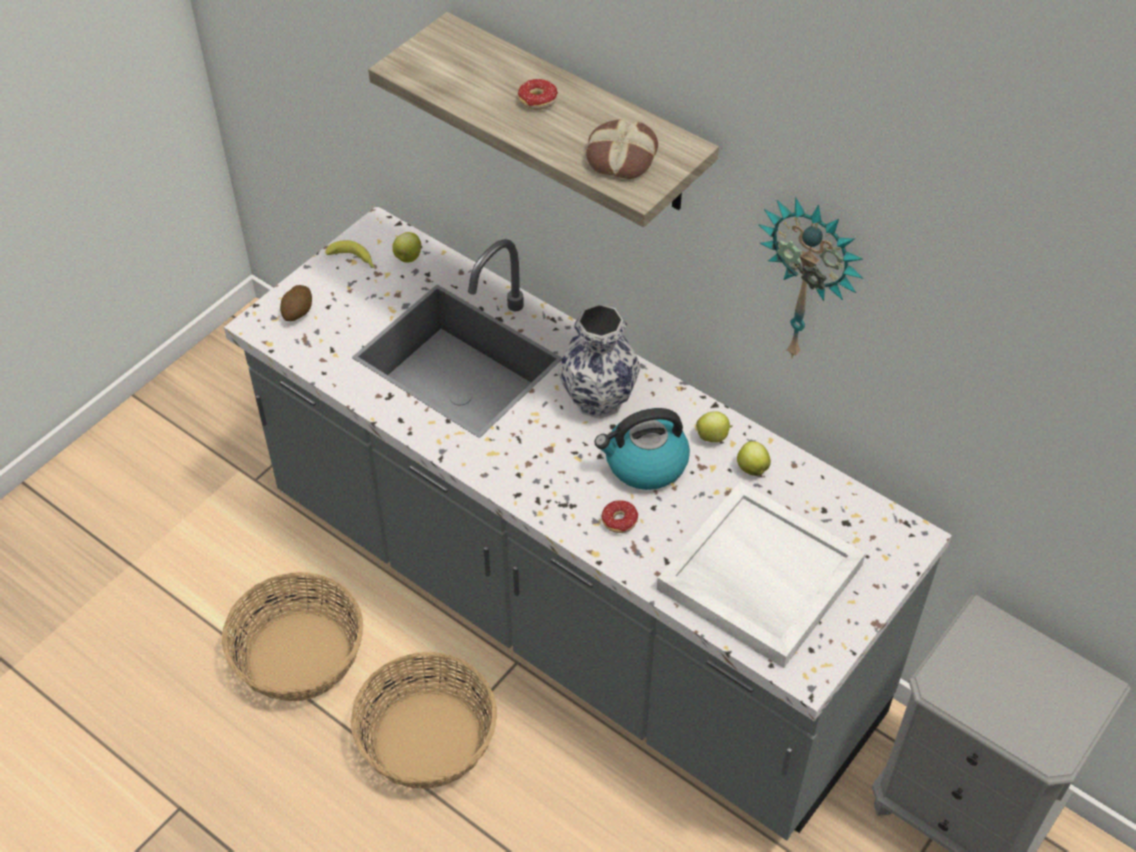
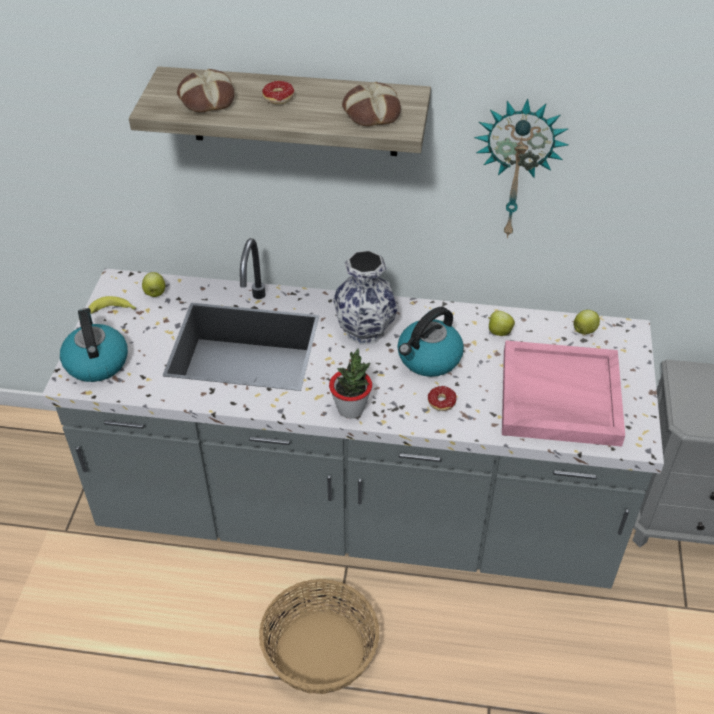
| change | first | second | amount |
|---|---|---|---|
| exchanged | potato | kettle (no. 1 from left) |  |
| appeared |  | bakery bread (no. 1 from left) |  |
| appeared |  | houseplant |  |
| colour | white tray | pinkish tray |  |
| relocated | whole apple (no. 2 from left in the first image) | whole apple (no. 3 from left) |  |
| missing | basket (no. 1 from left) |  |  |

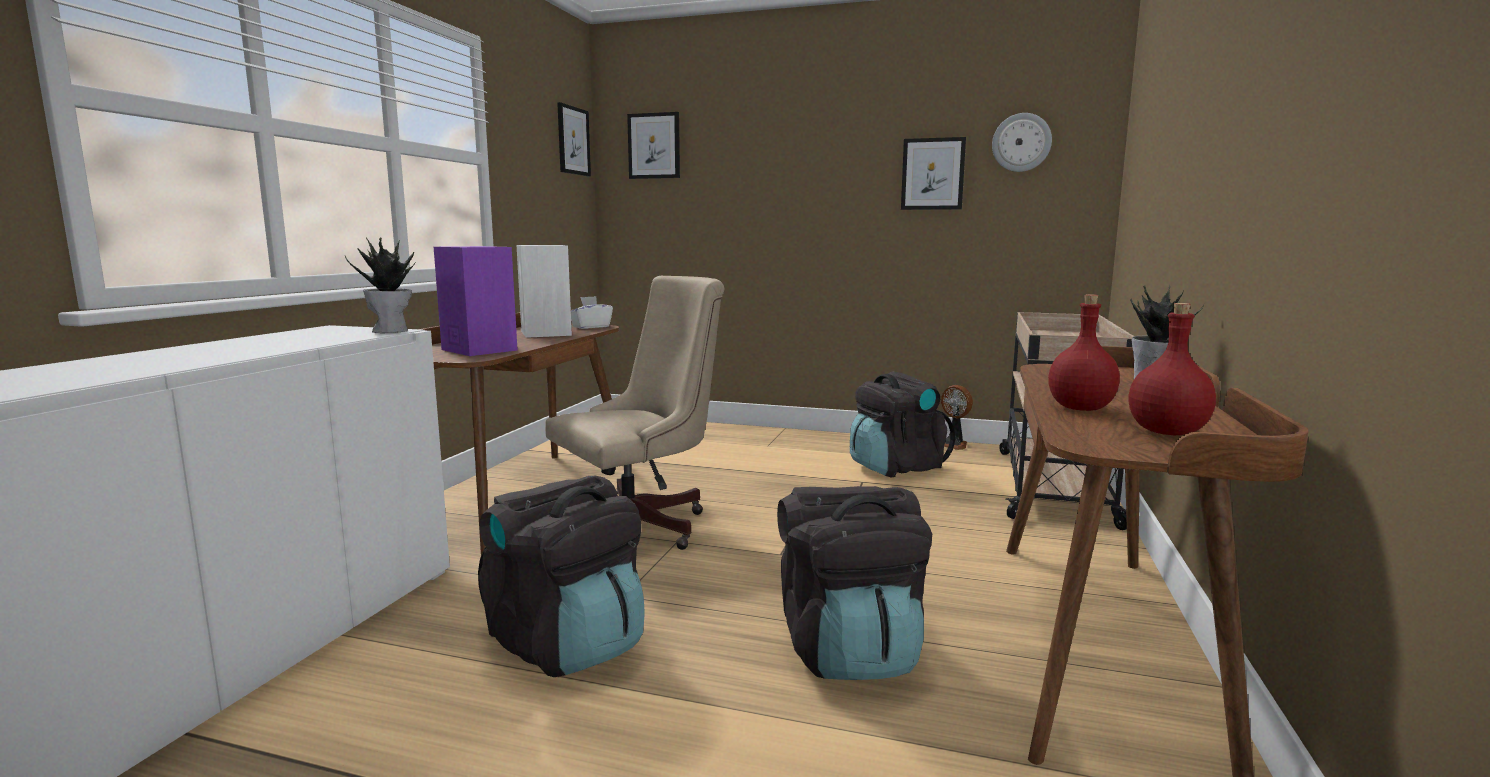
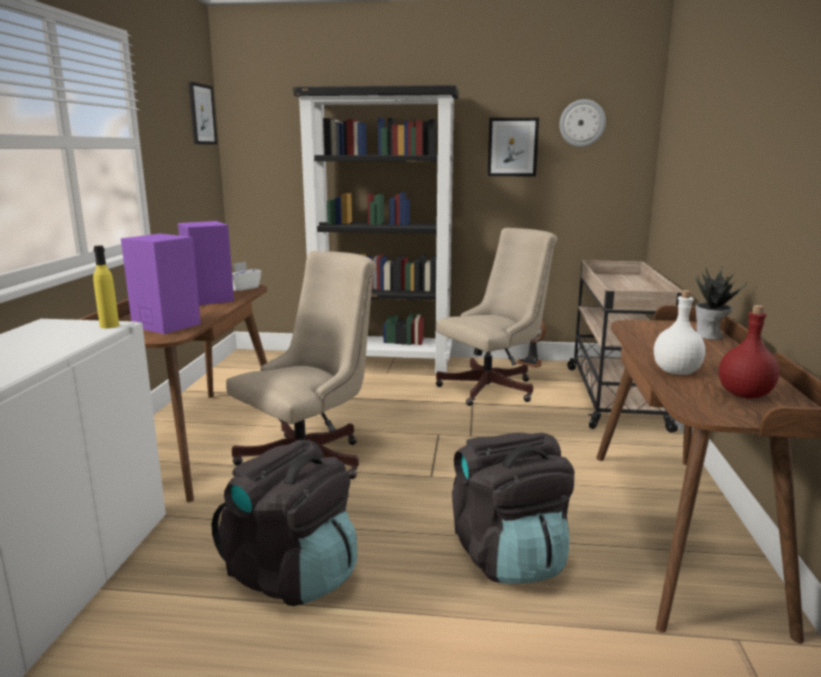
| change | first | second | amount |
|---|---|---|---|
| exchanged | houseplant (no. 1 from left) | yellowish drink bottle |  |
| colour | white audio speaker | purple-coloured audio speaker (no. 2 from left) |  |
| appeared |  | black shelving unit |  |
| exchanged | black backpack (no. 3 from left) | beige-coloured computer chair (no. 2 from left) |  |
| colour | reddish drink bottle (no. 1 from left) | white drink bottle |  |
| missing | wall picture (no. 2 from left) |  |  |

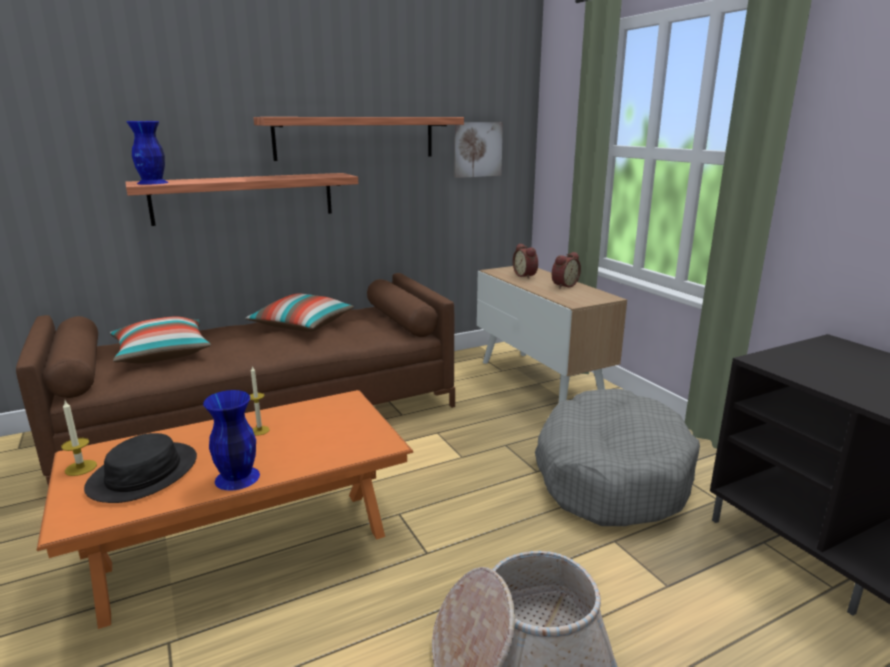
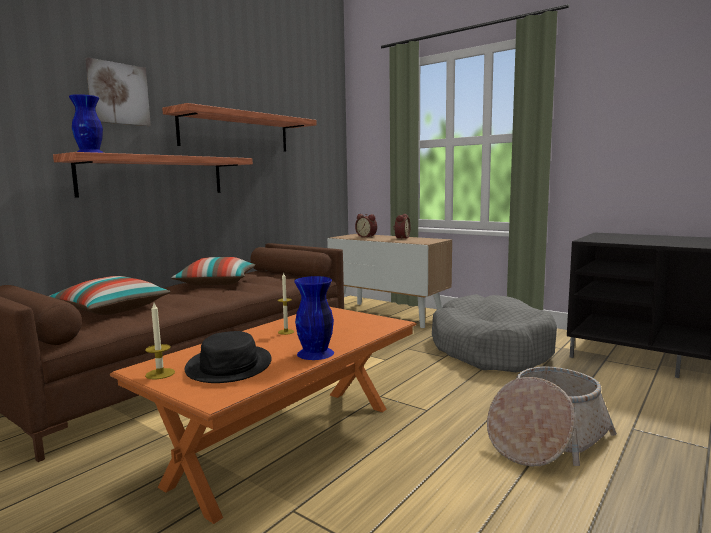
| change | first | second | amount |
|---|---|---|---|
| relocated | wall picture |  |  |

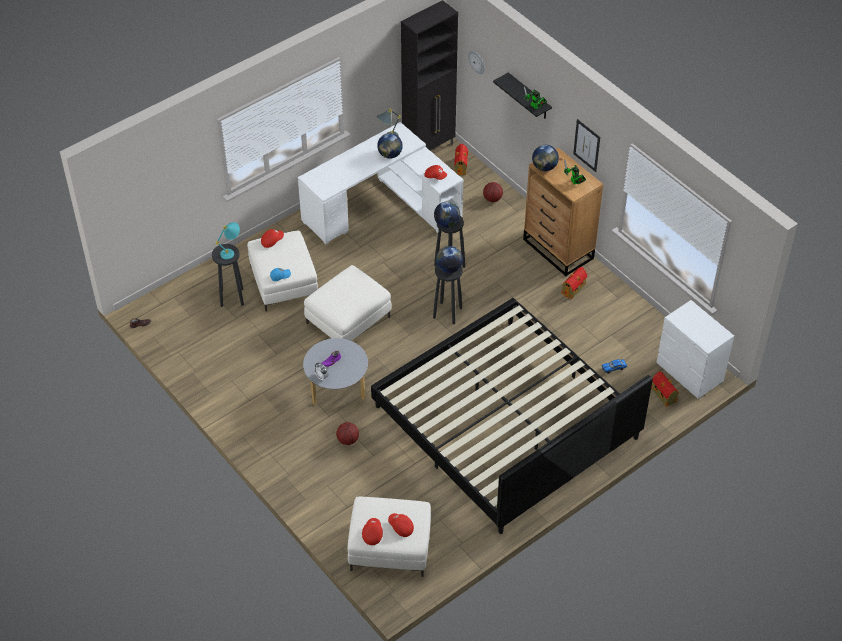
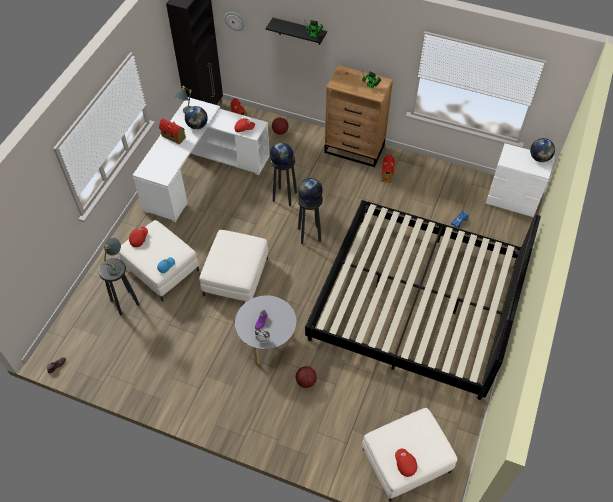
| change | first | second | amount |
|---|---|---|---|
| colour | turquoise-coloured tabletop lamp | grey tabletop lamp (no. 1 from left) |  |
| relocated | toy house (no. 3 from left in the first image) | toy house (no. 1 from left) |  |
| relocated | desk globe (no. 4 from left) |  |  |
| missing | reddish cap (no. 3 from left) |  |  |
| missing | wall picture |  |  |

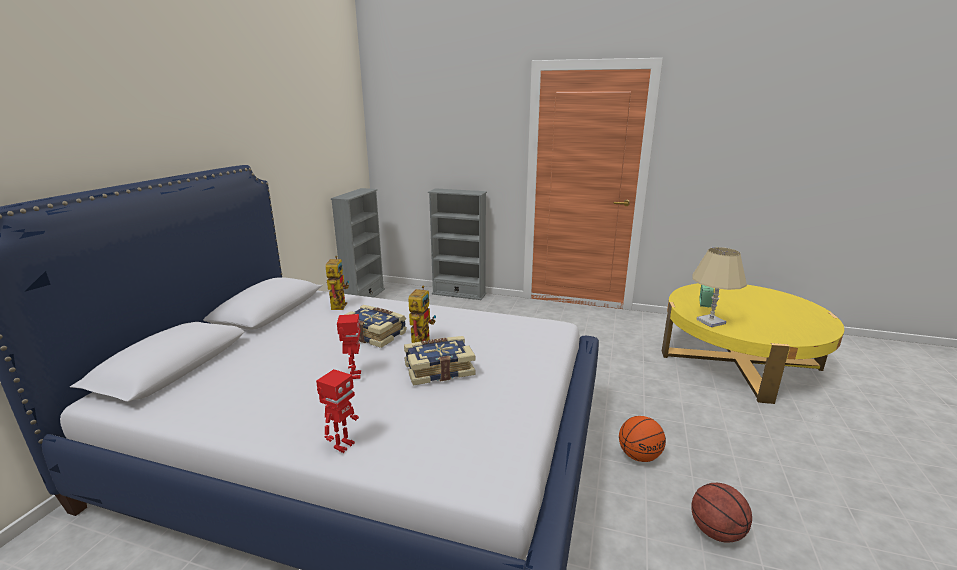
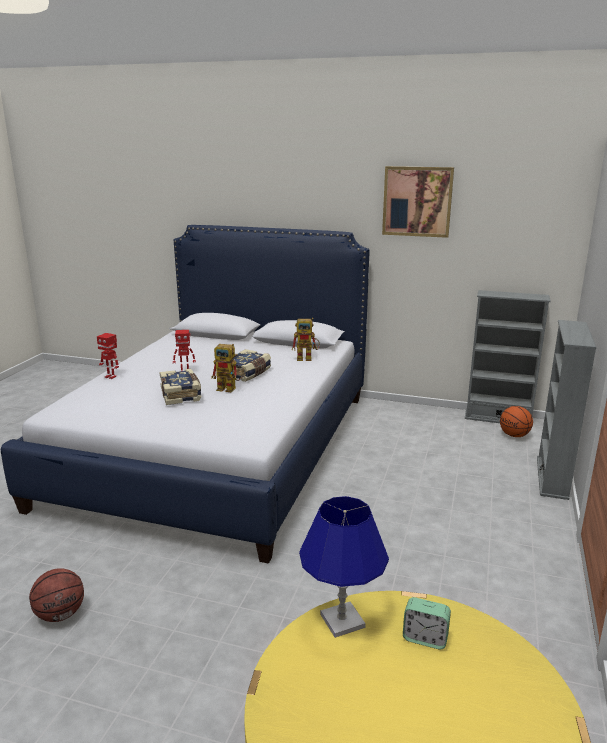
| change | first | second | amount |
|---|---|---|---|
| colour | beige-coloured tabletop lamp | blue-coloured tabletop lamp |  |
| appeared |  | wall picture |  |
| relocated | basketball ball (no. 1 from left in the first image) | basketball ball (no. 2 from left) |  |

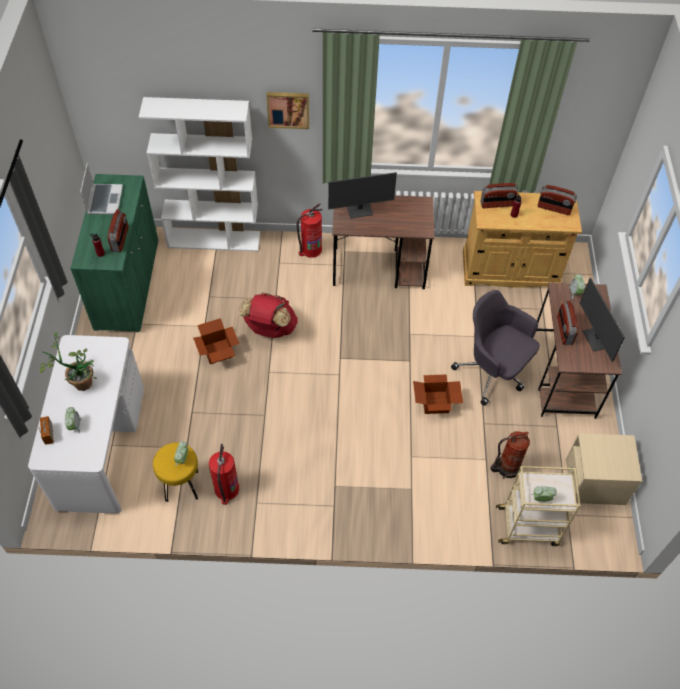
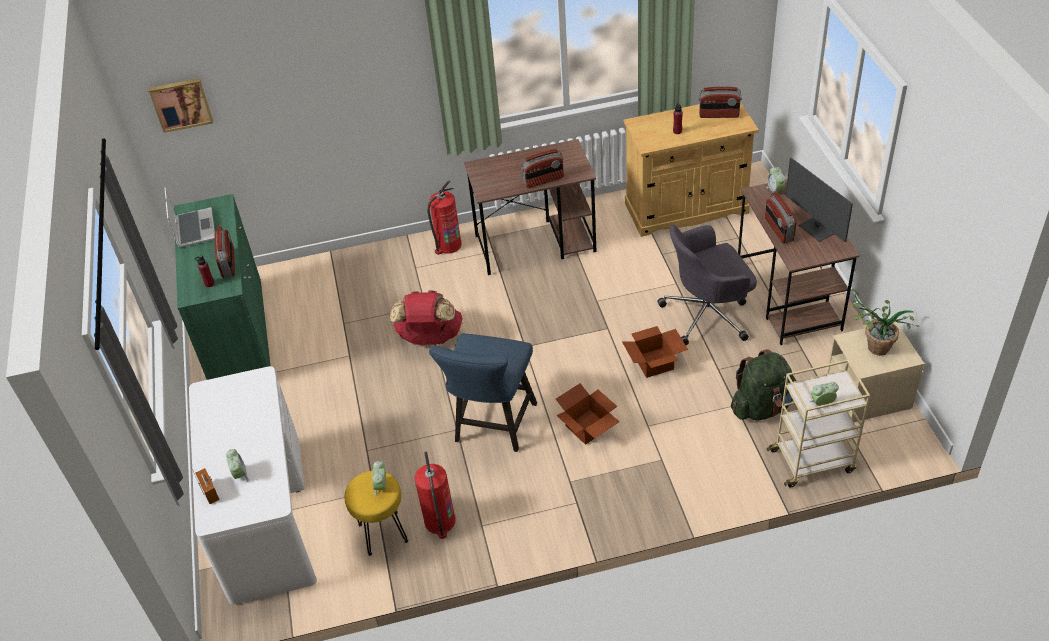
| change | first | second | amount |
|---|---|---|---|
| relocated | wall picture |  |  |
| appeared |  | blue-coloured chair |  |
| relocated | radio set (no. 3 from left) |  |  |
| relocated | cardboard box (no. 1 from left) |  |  |
| spun | grey computer chair |  | 45 degrees counterclockwise |
| exchanged | fire-fighting cylinder (no. 3 from left) | greenish backpack |  |
| relocated | houseplant |  |  |
| missing | white shelving unit |  |  |
| missing | computer screen (no. 1 from left) |  |  |

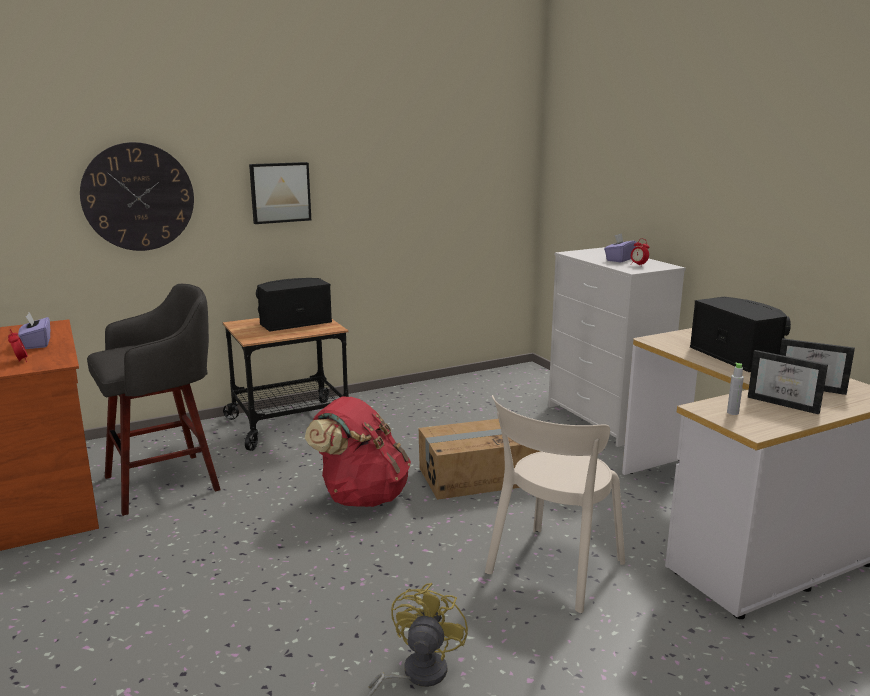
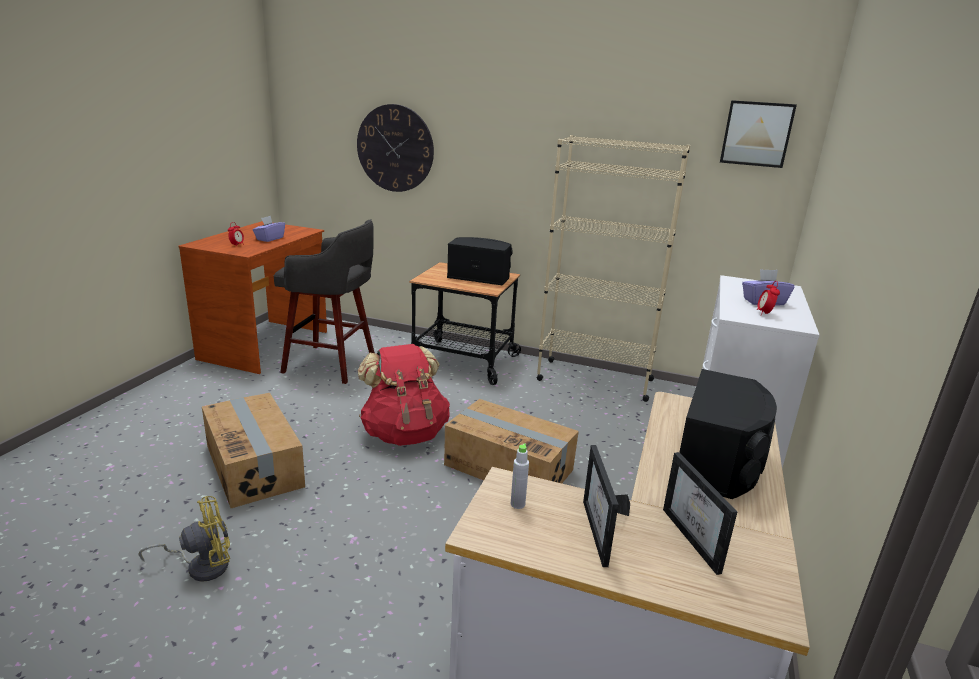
| change | first | second | amount |
|---|---|---|---|
| appeared |  | cardboard box (no. 1 from left) |  |
| appeared |  | beige-coloured shelving unit |  |
| relocated | wall picture |  |  |
| missing | beige-coloured chair |  |  |

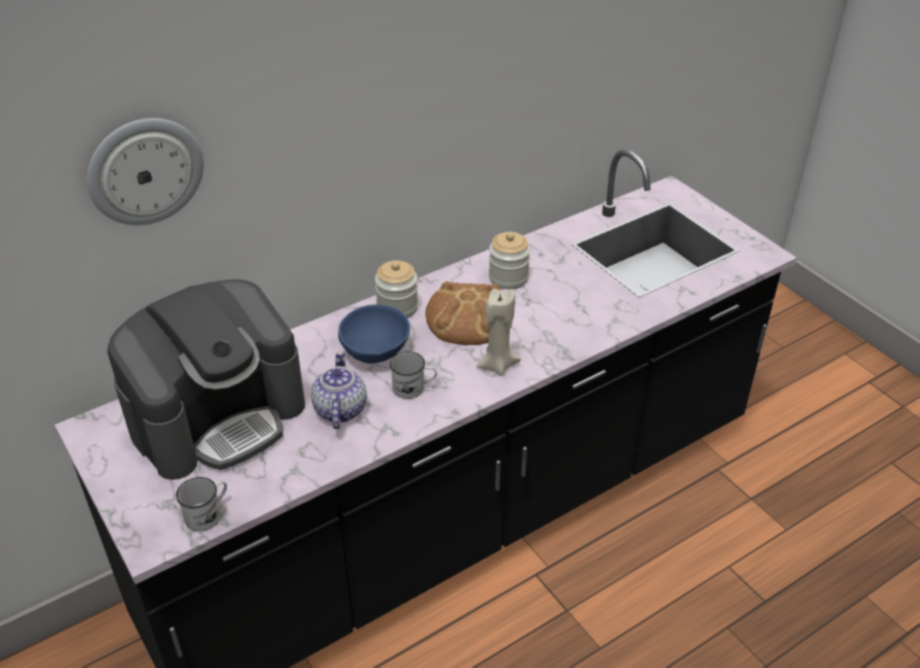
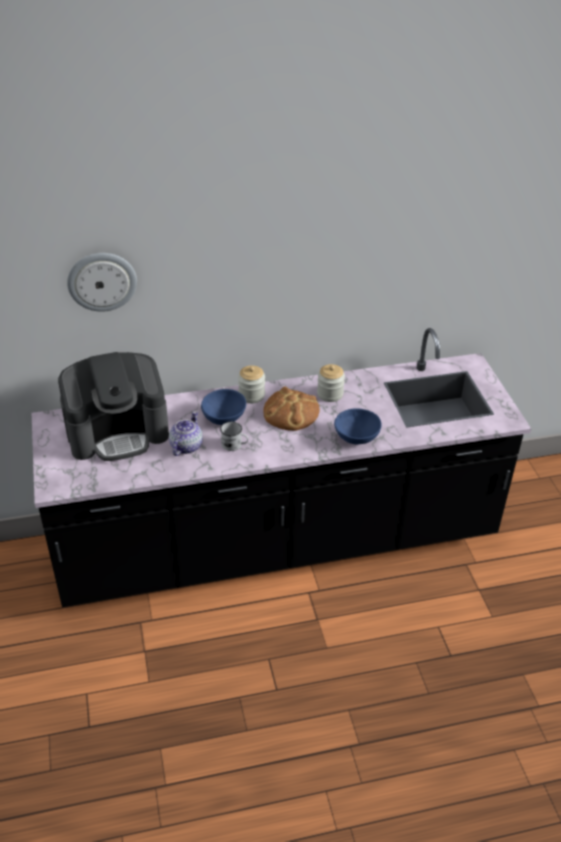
| change | first | second | amount |
|---|---|---|---|
| appeared |  | blue-coloured deep dish (no. 2 from left) |  |
| missing | white mug (no. 1 from left) |  |  |
| missing | beige-coloured wax light |  |  |

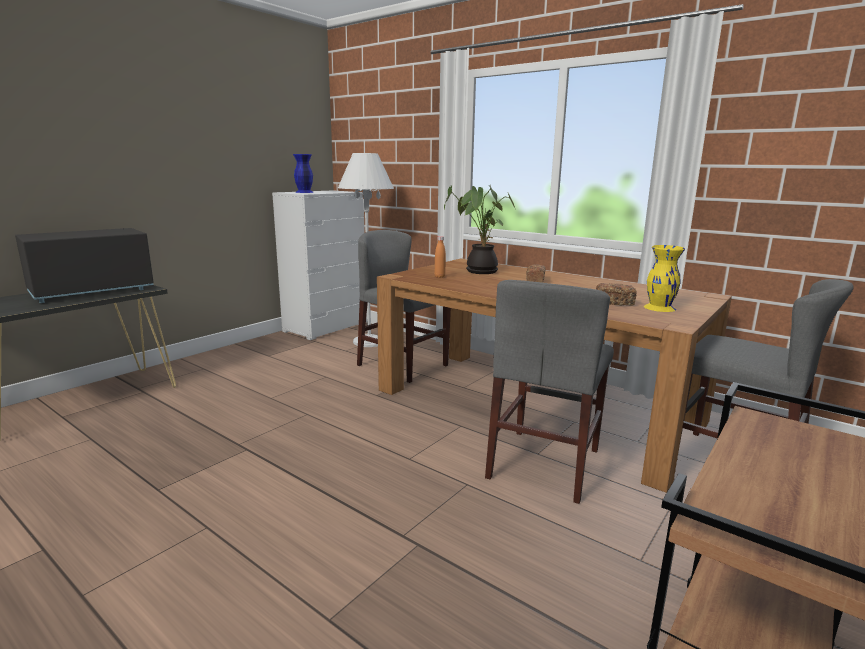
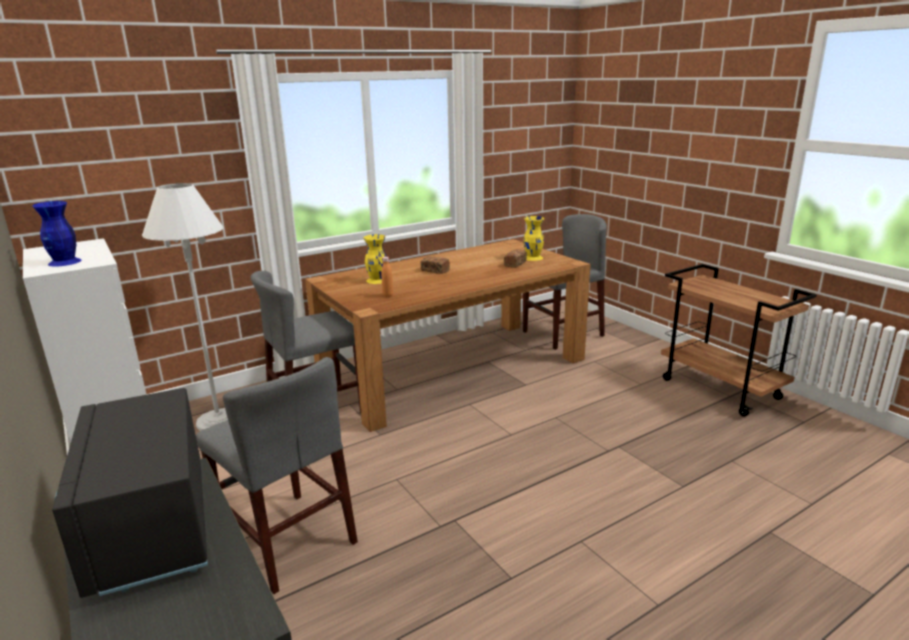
| change | first | second | amount |
|---|---|---|---|
| relocated | grey chair (no. 2 from left in the first image) | grey chair (no. 1 from left) |  |
| exchanged | houseplant | yellowish vase (no. 1 from left) |  |

